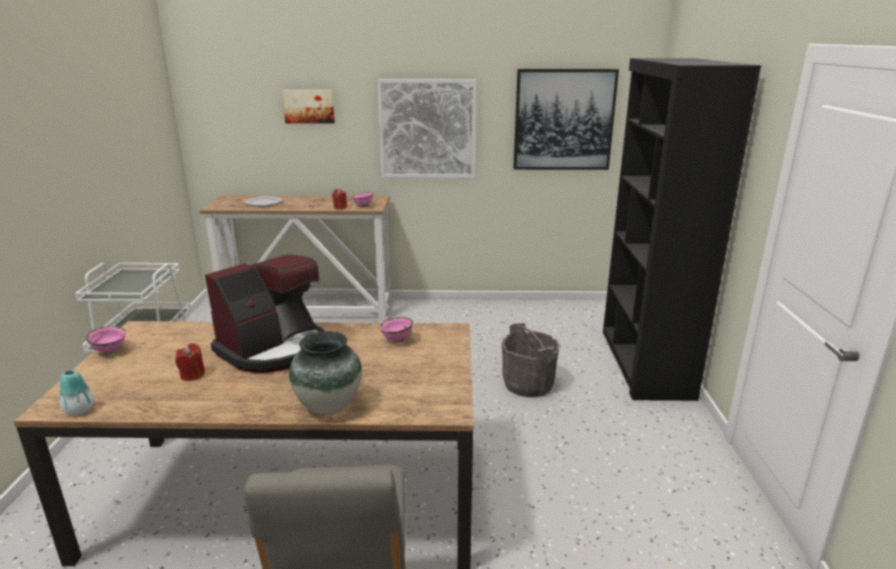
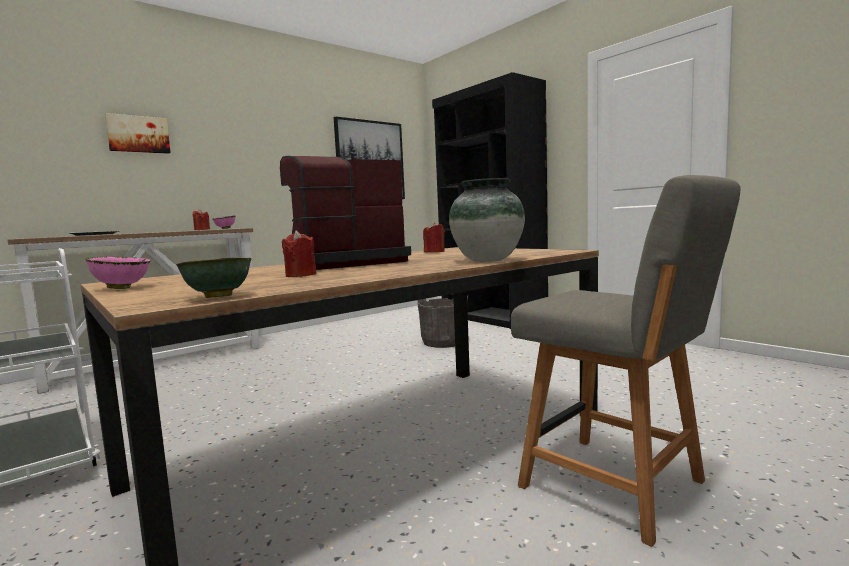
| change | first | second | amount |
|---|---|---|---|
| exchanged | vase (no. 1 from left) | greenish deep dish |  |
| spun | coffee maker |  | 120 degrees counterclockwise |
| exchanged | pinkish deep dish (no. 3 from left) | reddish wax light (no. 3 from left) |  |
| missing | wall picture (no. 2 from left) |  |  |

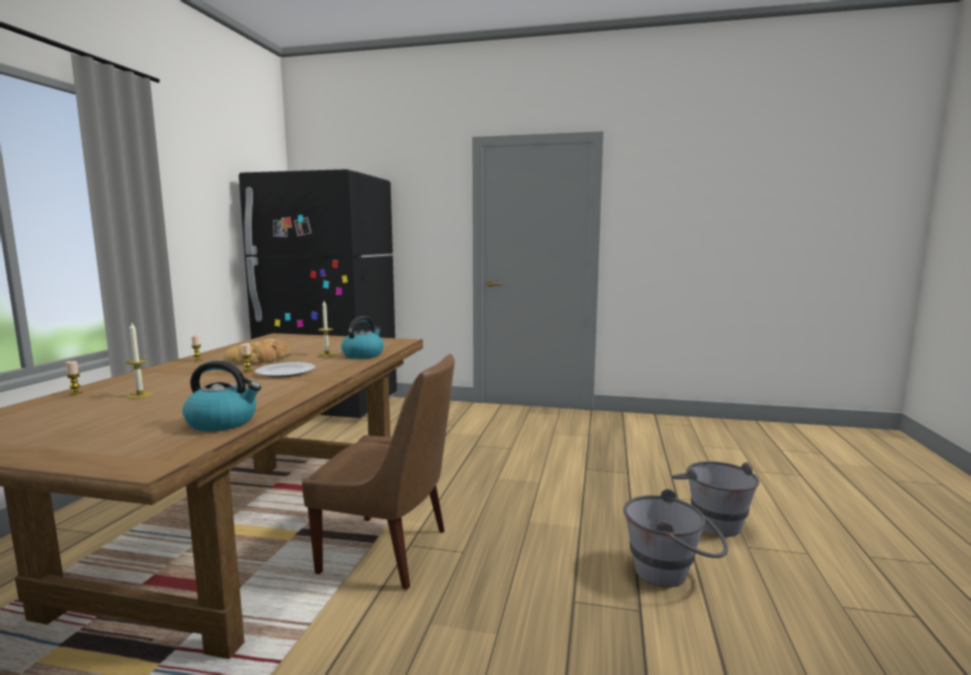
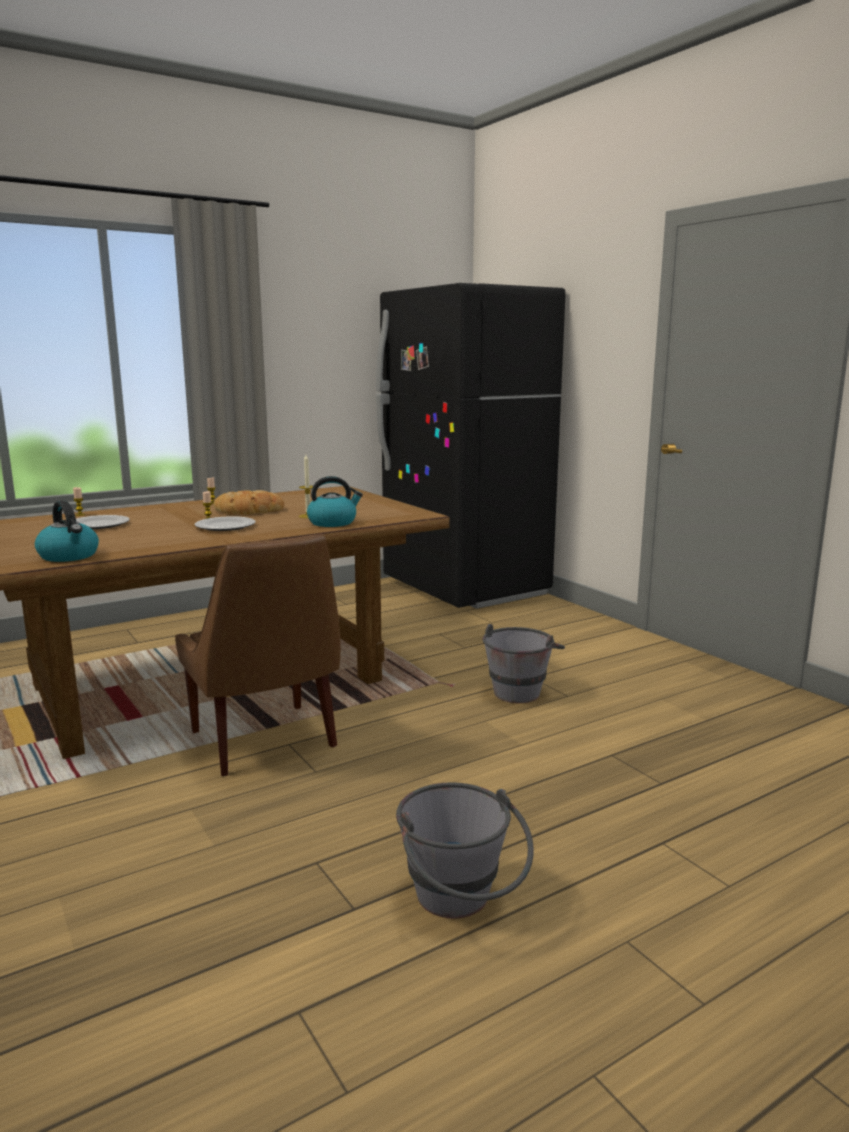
| change | first | second | amount |
|---|---|---|---|
| exchanged | wax light (no. 2 from left) | plate (no. 1 from left) |  |
| relocated | grey water bucket (no. 2 from left) |  |  |

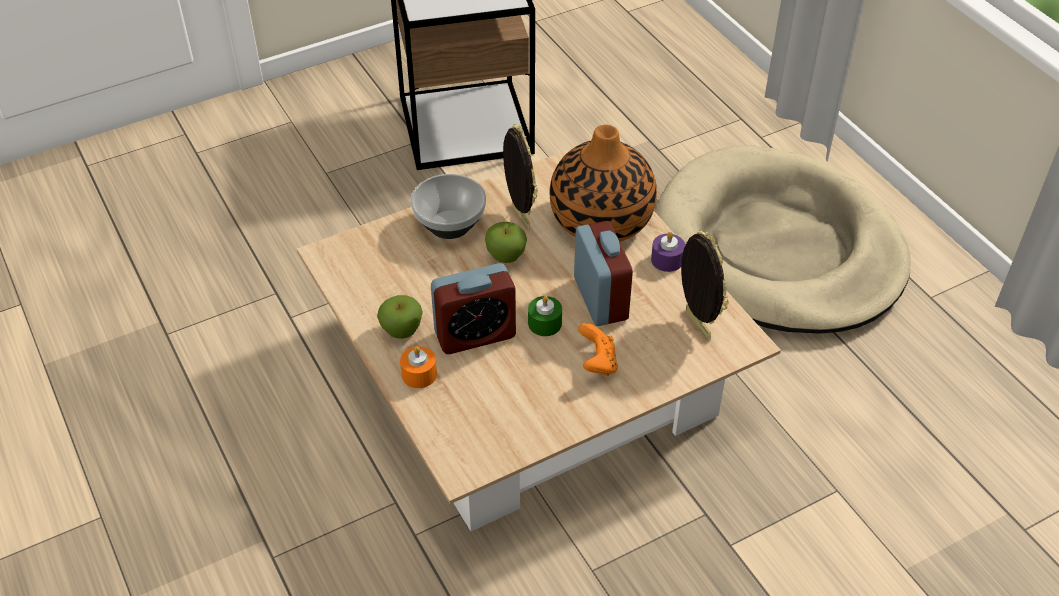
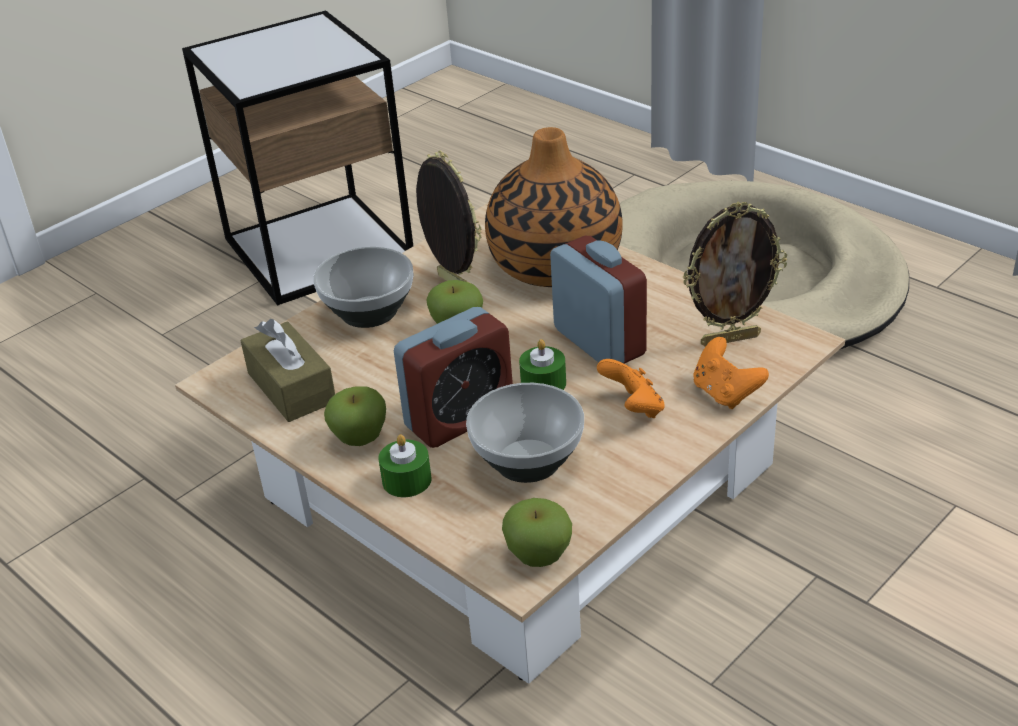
| change | first | second | amount |
|---|---|---|---|
| appeared |  | brown-coloured tissue box |  |
| colour | orange-coloured wax light | greenish wax light (no. 1 from left) |  |
| appeared |  | deep dish (no. 2 from left) |  |
| appeared |  | whole apple (no. 3 from left) |  |
| spun | picture frame (no. 2 from left) |  | 120 degrees clockwise |
| appeared |  | orange-coloured gamepad (no. 2 from left) |  |
| missing | purple-coloured wax light |  |  |

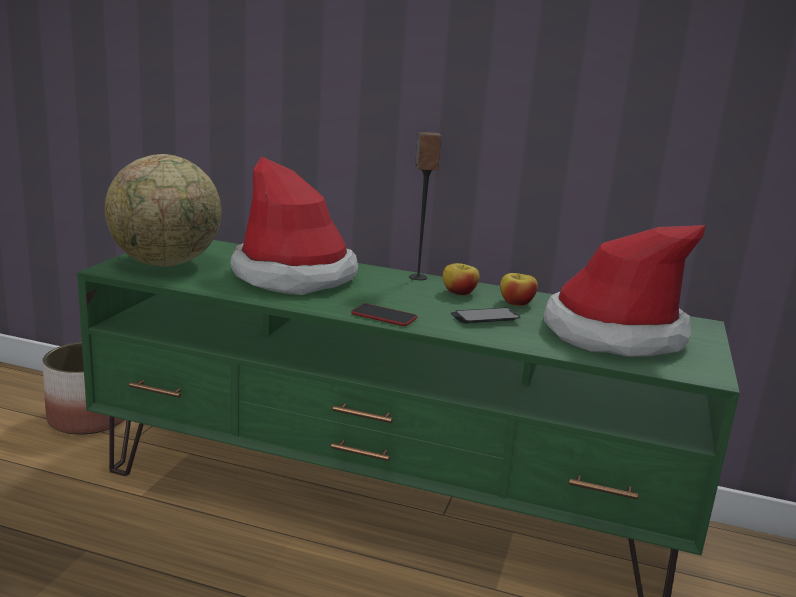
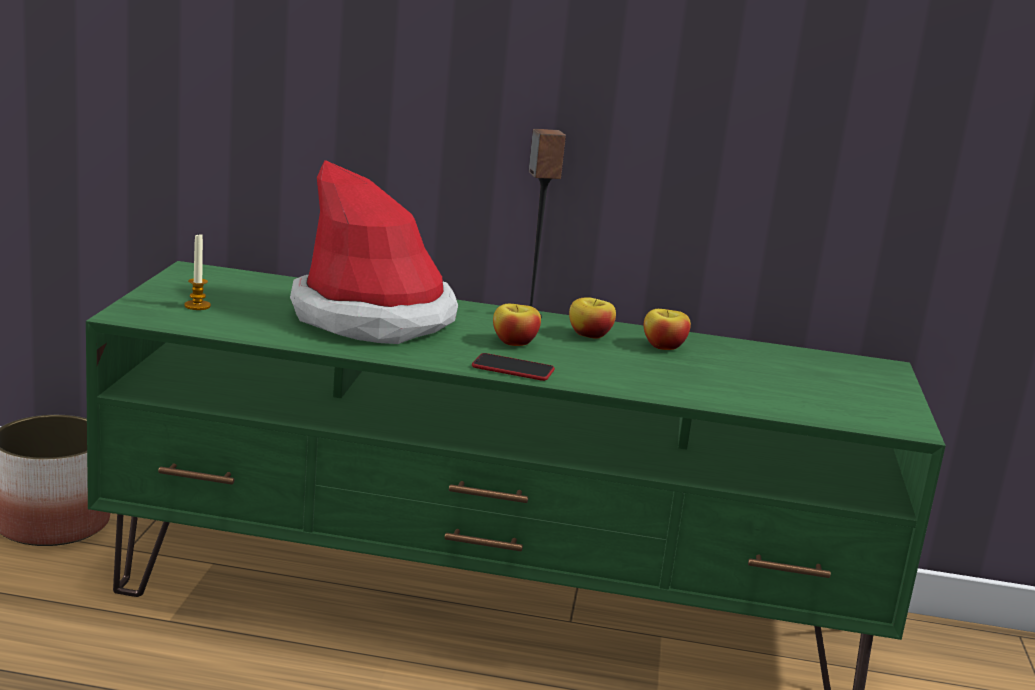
| change | first | second | amount |
|---|---|---|---|
| exchanged | desk globe | wax light |  |
| appeared |  | whole apple (no. 1 from left) |  |
| missing | handset (no. 2 from left) |  |  |
| missing | hat (no. 2 from left) |  |  |

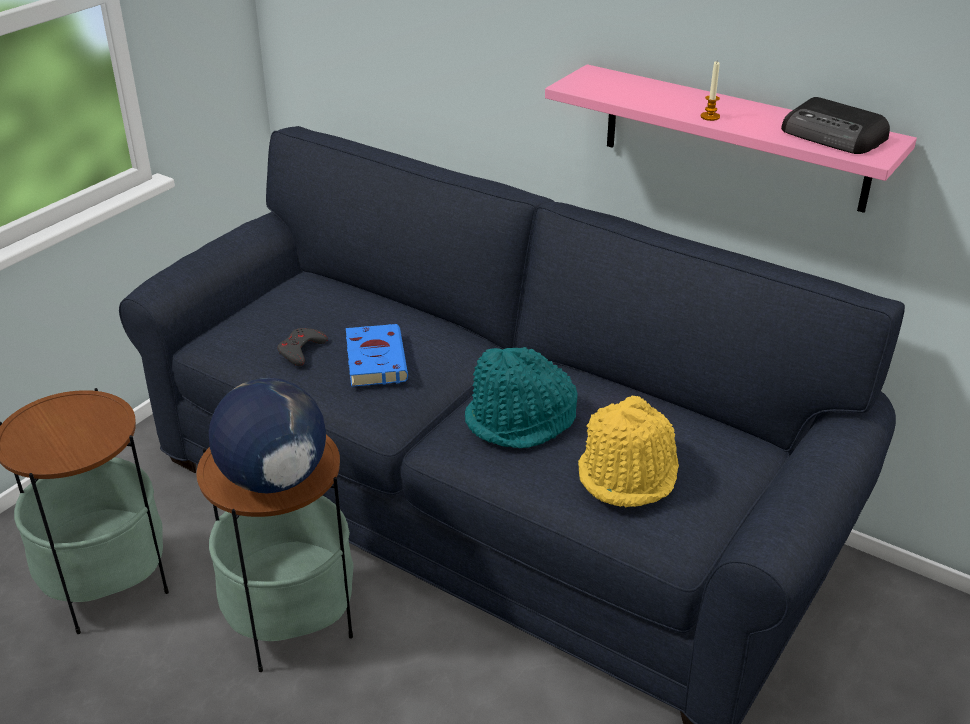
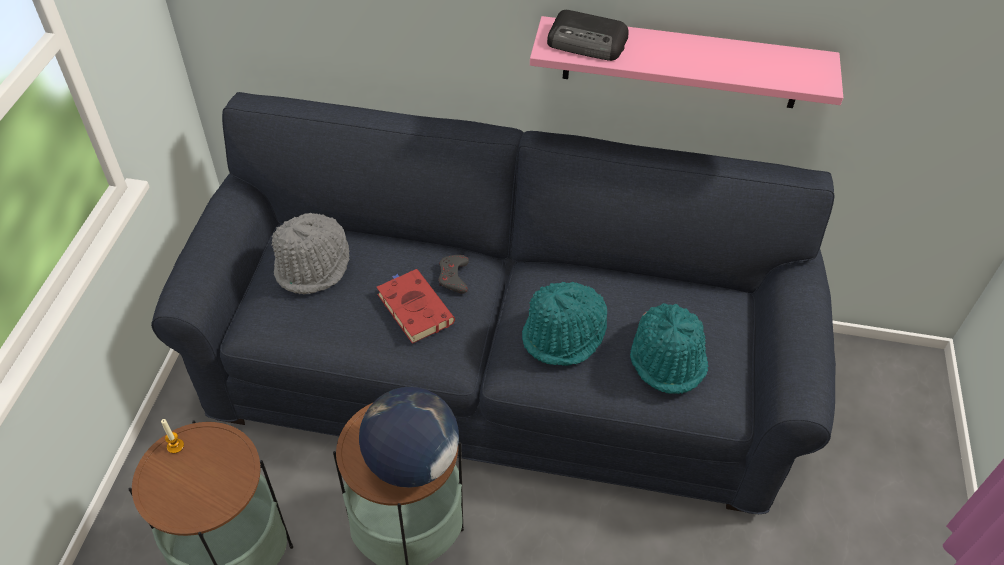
| change | first | second | amount |
|---|---|---|---|
| relocated | wax light |  |  |
| appeared |  | grey hat |  |
| colour | blue-coloured volume | reddish volume |  |
| relocated | grey gamepad |  |  |
| relocated | radio set |  |  |
| colour | yellowish hat | turquoise-coloured hat (no. 2 from left) |  |

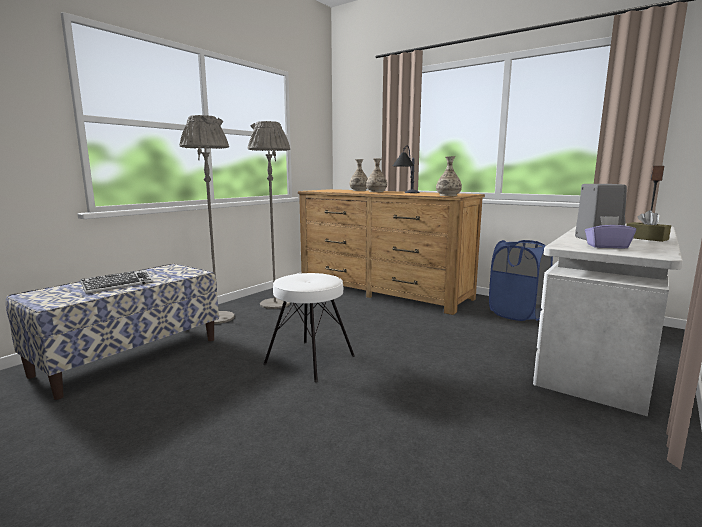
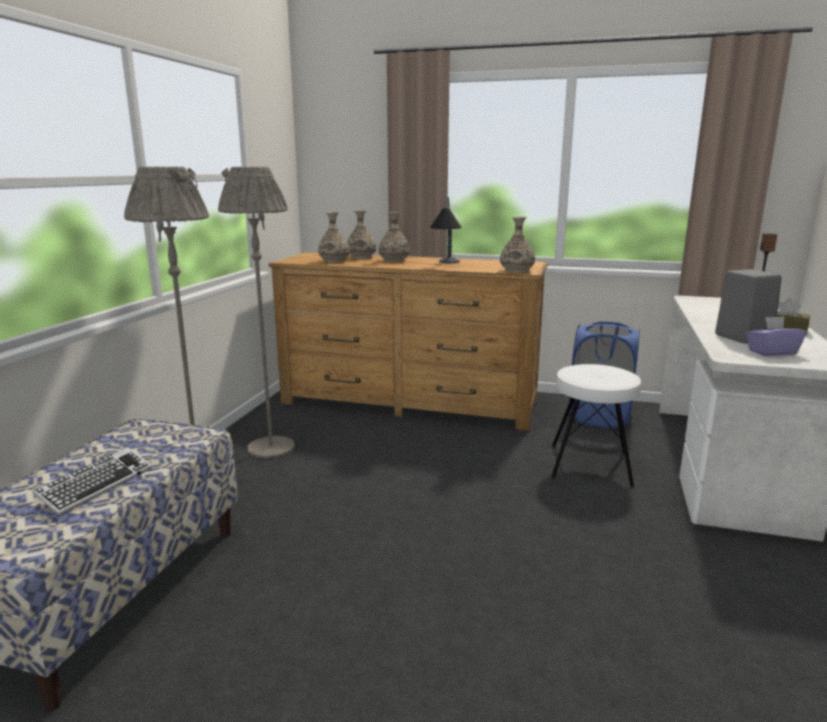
| change | first | second | amount |
|---|---|---|---|
| appeared |  | vase (no. 1 from left) |  |
| relocated | white sitting stool |  |  |

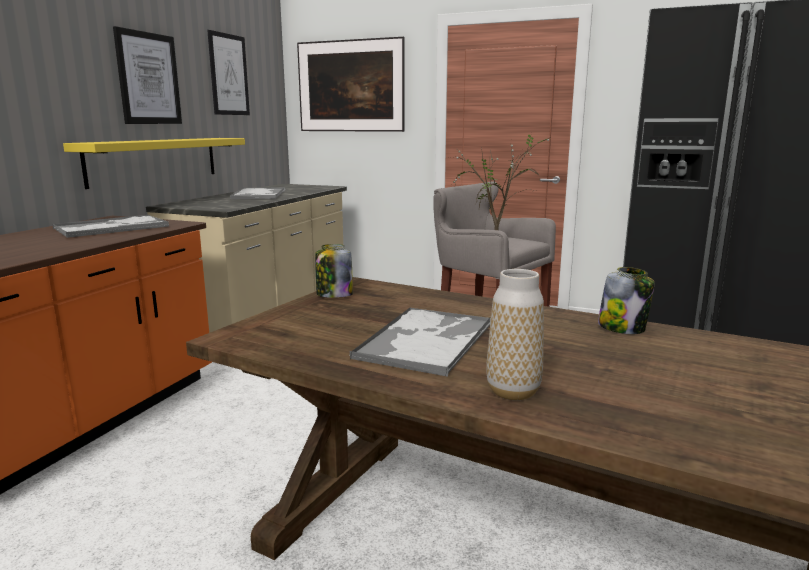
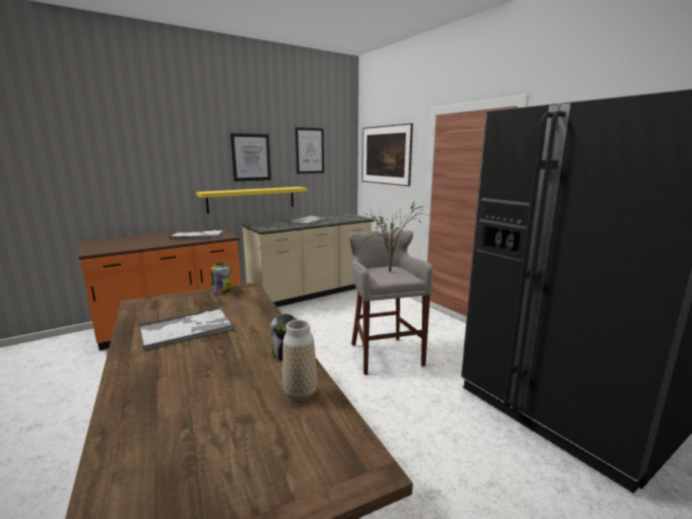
| change | first | second | amount |
|---|---|---|---|
| relocated | vase |  |  |

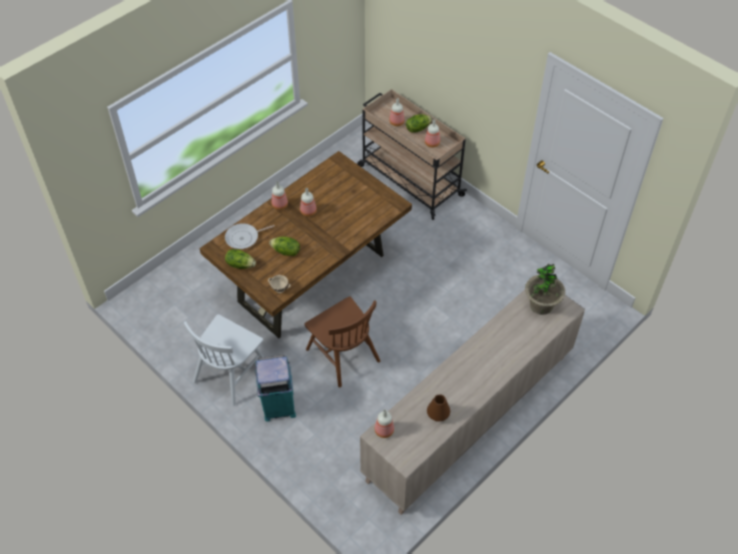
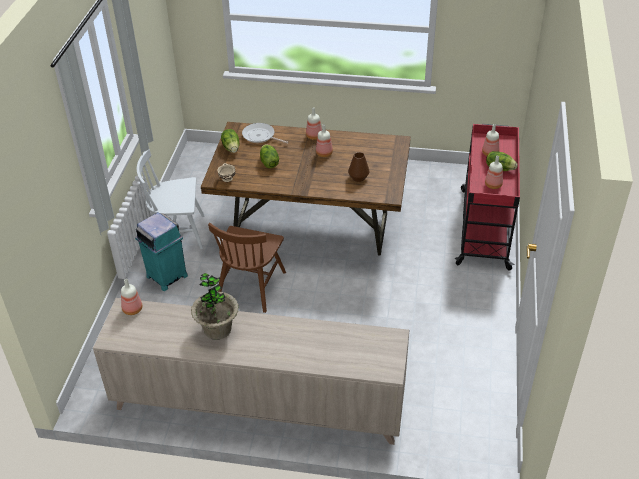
| change | first | second | amount |
|---|---|---|---|
| relocated | houseplant |  |  |
| relocated | brown-coloured vase |  |  |
| colour | beige-coloured wheeled cart | reddish wheeled cart |  |

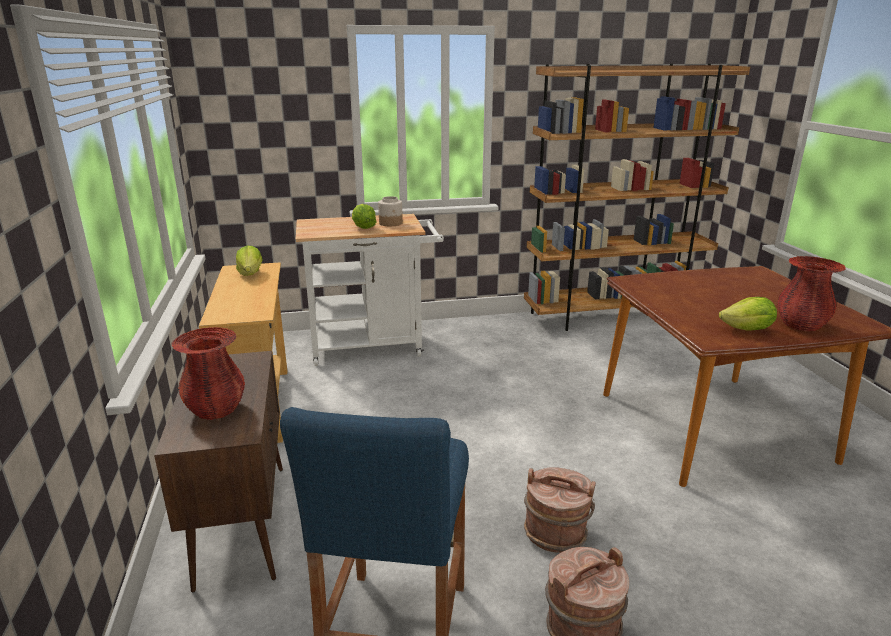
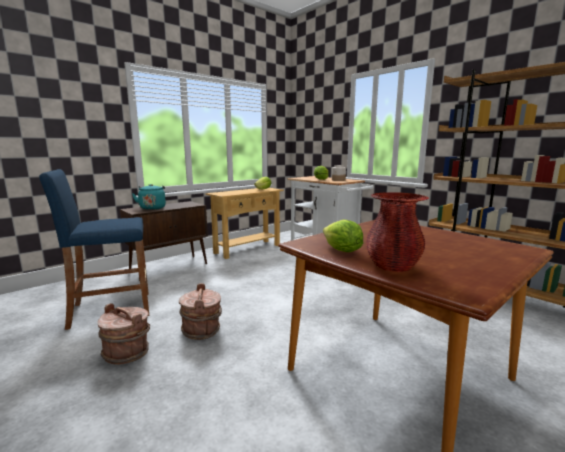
| change | first | second | amount |
|---|---|---|---|
| exchanged | reddish vase (no. 1 from left) | turquoise-coloured kettle |  |

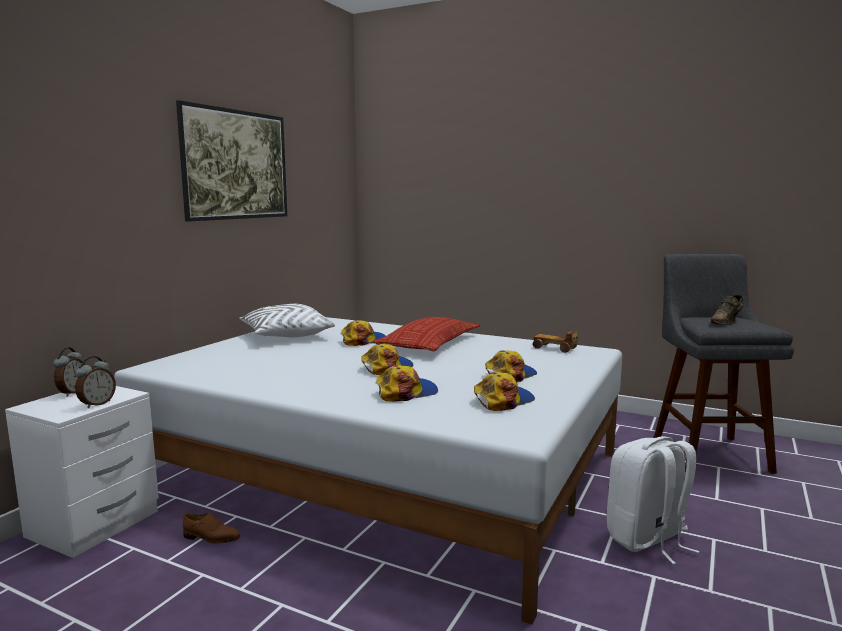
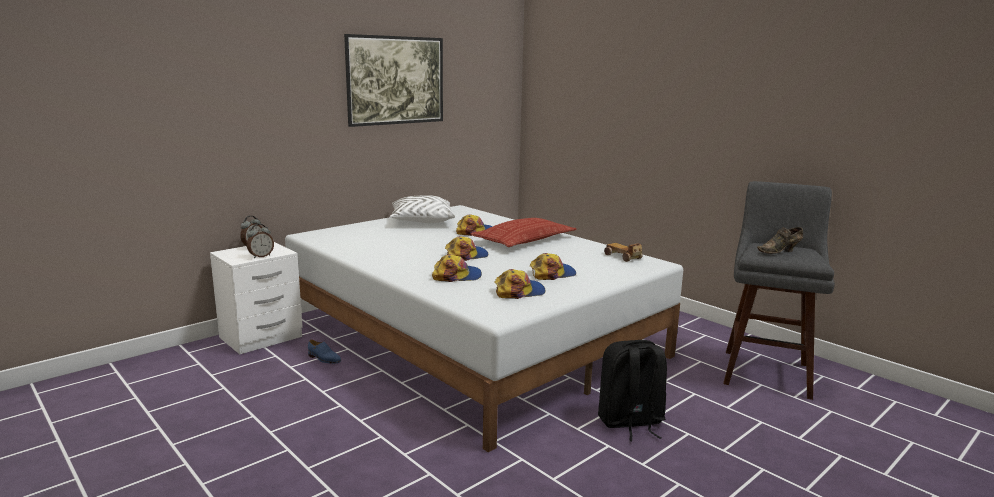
| change | first | second | amount |
|---|---|---|---|
| colour | brown-coloured low shoe (no. 1 from left) | blue-coloured low shoe |  |
| colour | white backpack | black backpack |  |

